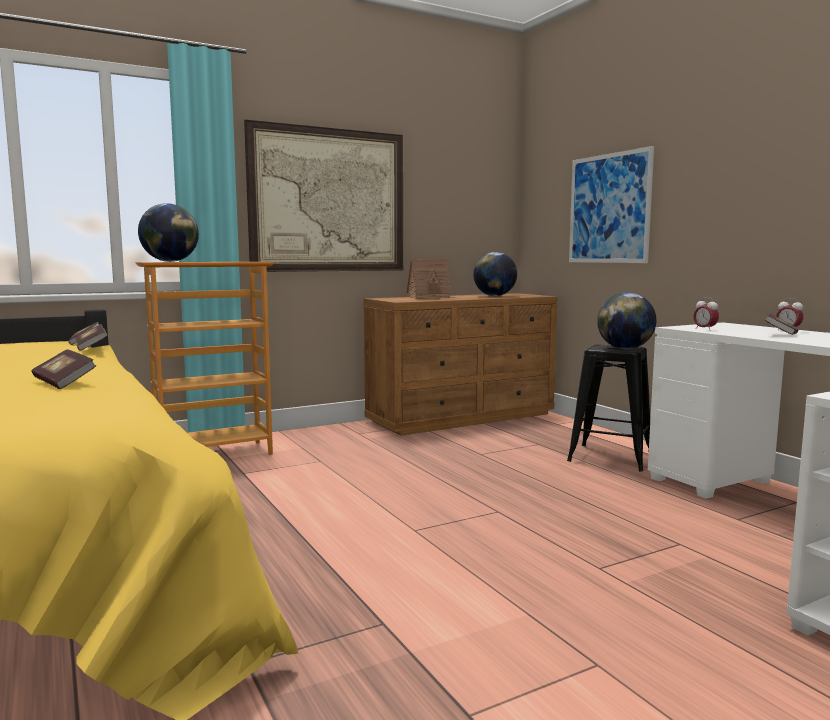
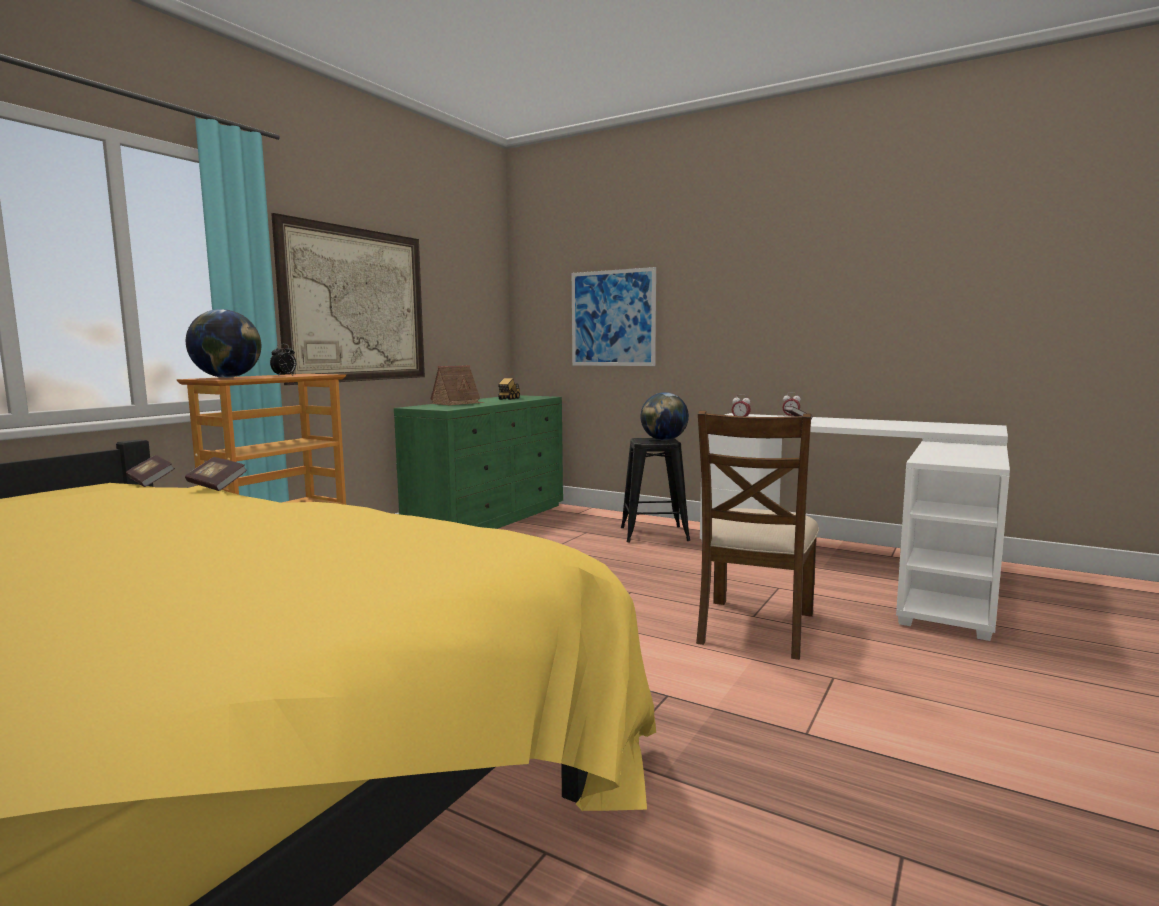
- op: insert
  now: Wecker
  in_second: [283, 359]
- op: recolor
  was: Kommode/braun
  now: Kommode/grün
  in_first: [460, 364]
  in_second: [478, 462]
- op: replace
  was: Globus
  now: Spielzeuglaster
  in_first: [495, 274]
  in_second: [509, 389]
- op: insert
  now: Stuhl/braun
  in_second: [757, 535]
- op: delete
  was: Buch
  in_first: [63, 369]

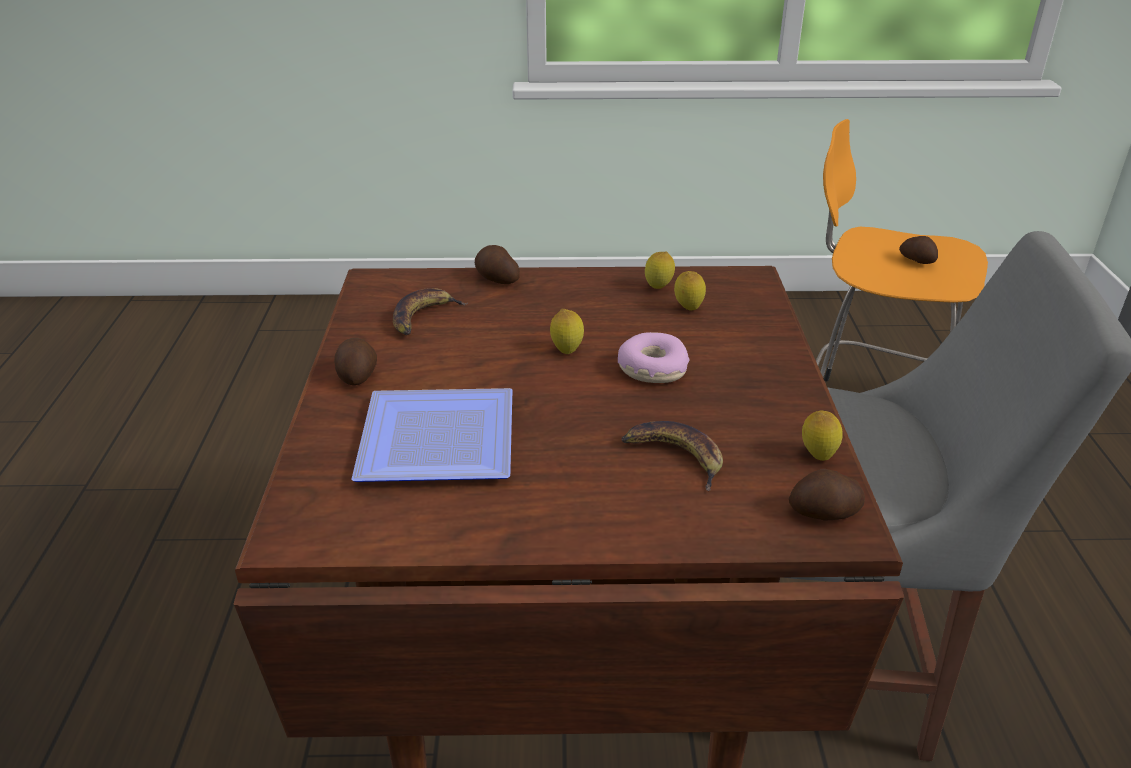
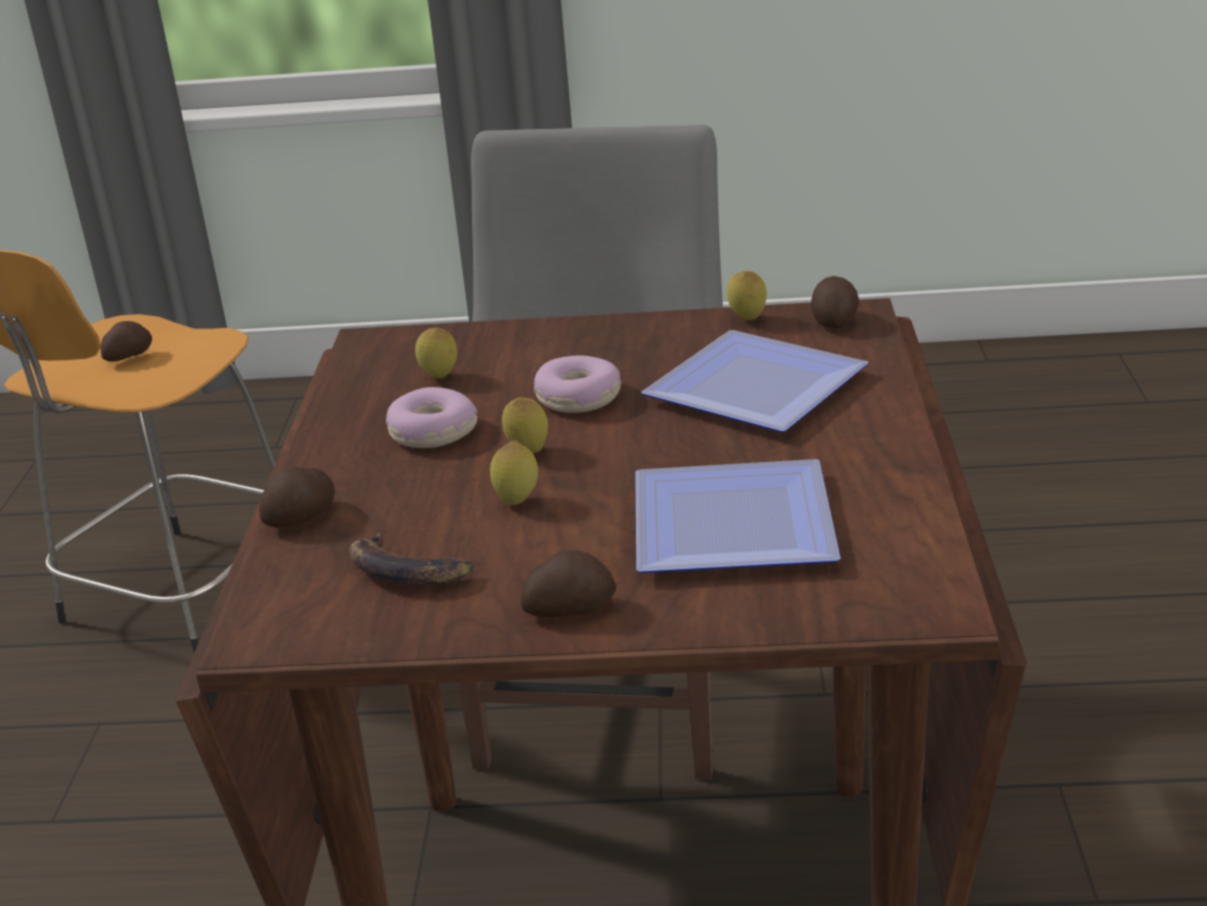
- op: insert
  now: Donut
  in_second: [432, 417]
- op: move
  was: Zitrone
  in_first: [660, 270]
  in_second: [514, 472]
- op: replace
  was: Banane
  now: Teller
  in_first: [672, 456]
  in_second: [755, 381]

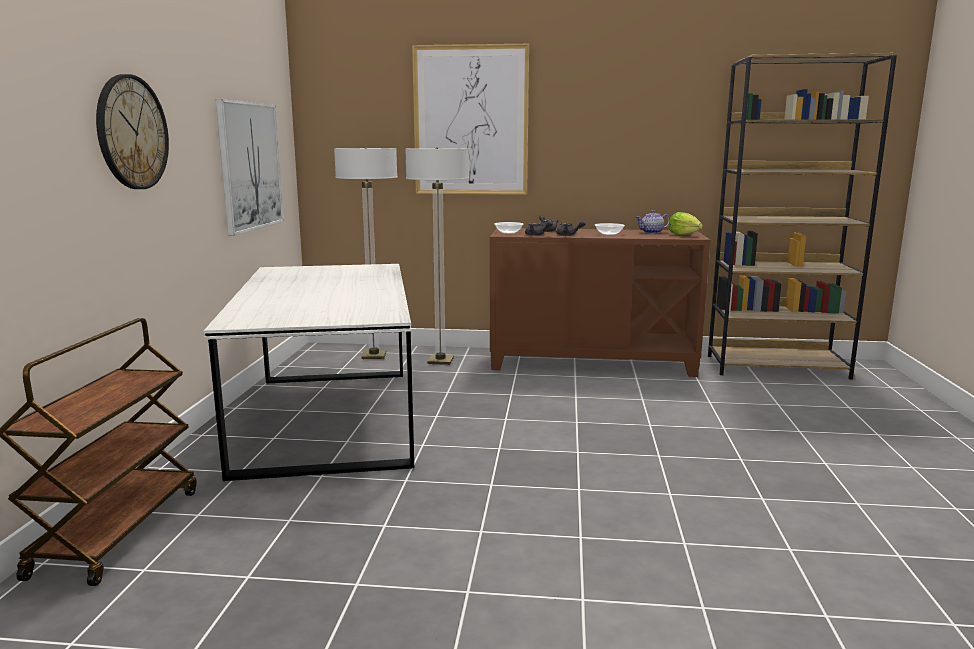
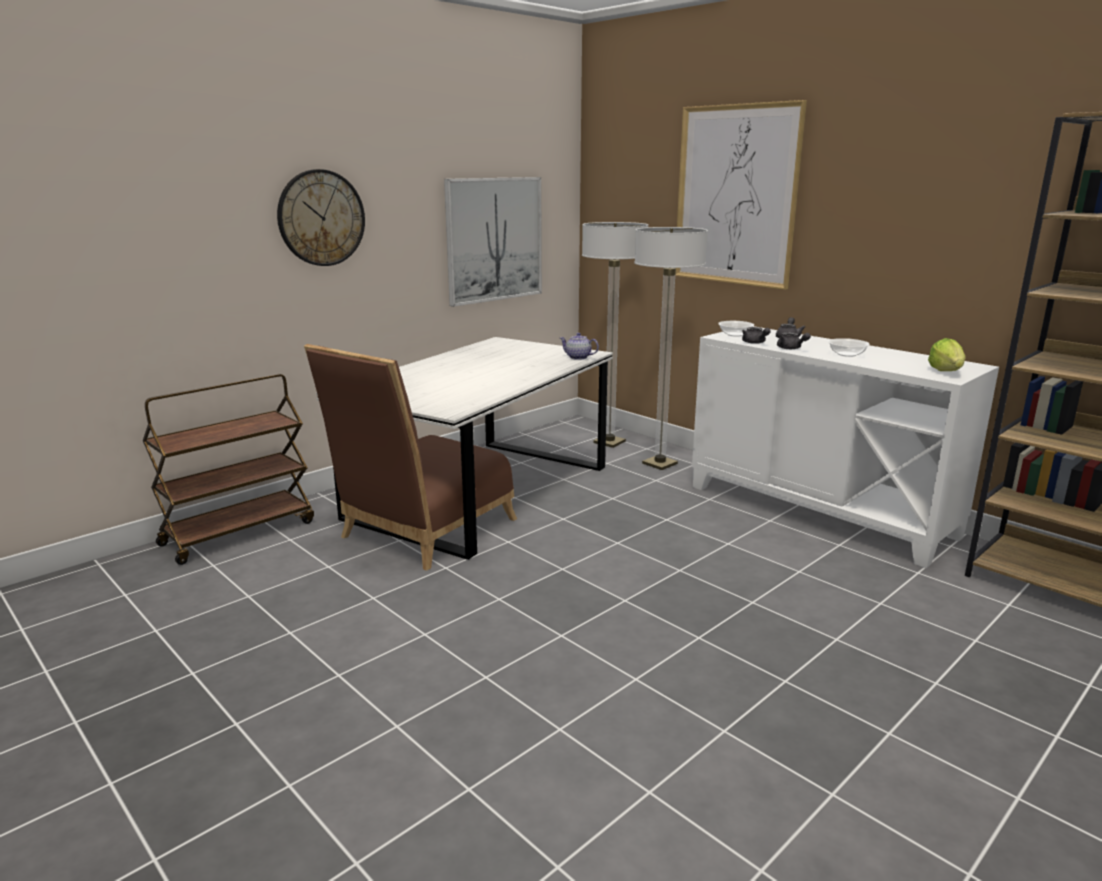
- op: insert
  now: Stuhl/braun
  in_second: [410, 457]
- op: move
  was: Teekanne
  in_first: [653, 222]
  in_second: [579, 346]
- op: recolor
  was: Schrank/braun
  now: Schrank/weiß
  in_first: [600, 302]
  in_second: [845, 447]

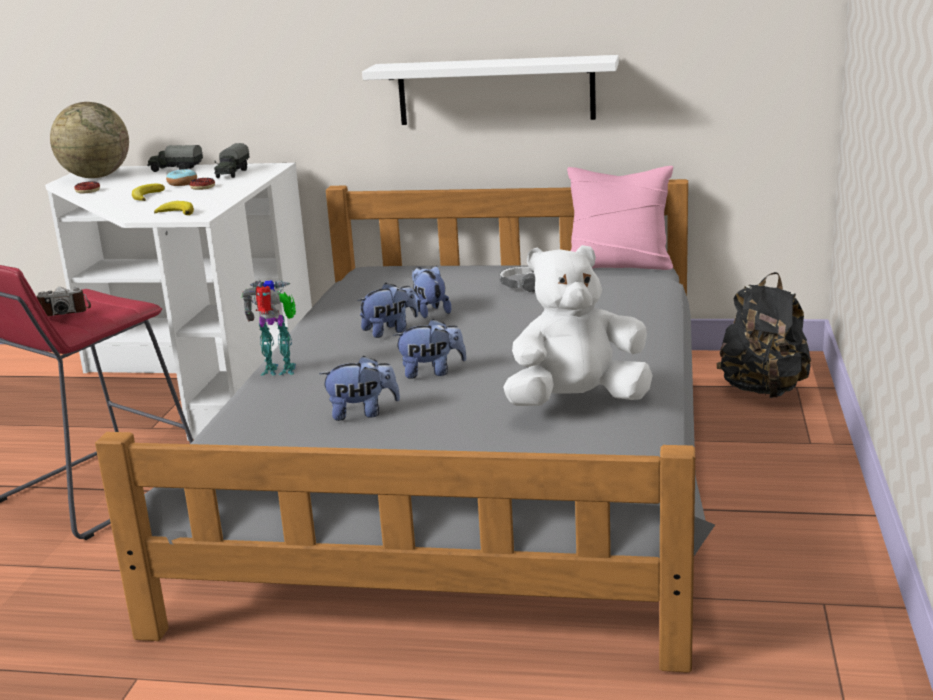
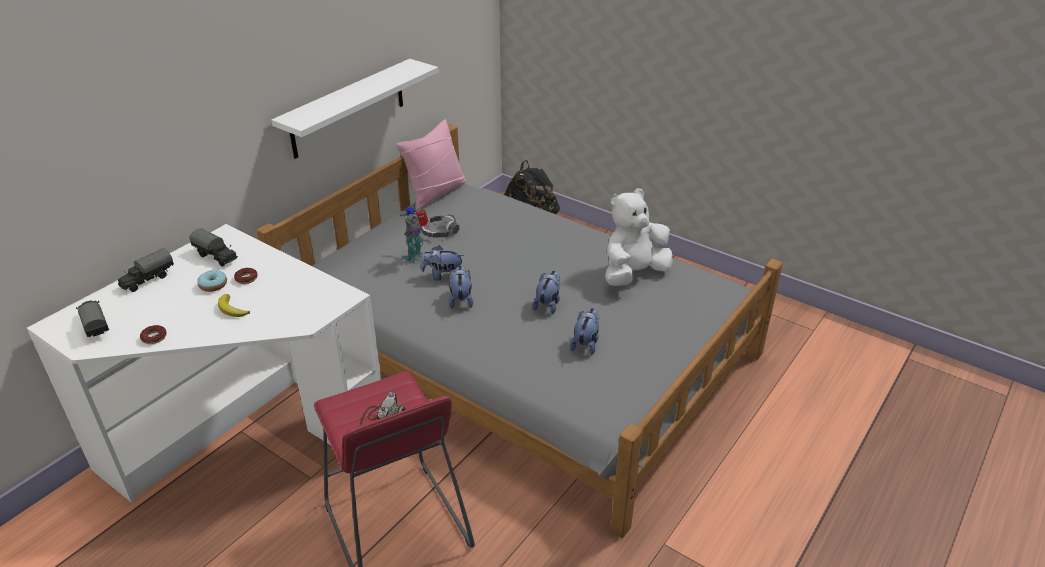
- op: replace
  was: Globus
  now: Spielzeuglaster
  in_first: [89, 140]
  in_second: [92, 319]
- op: move
  was: Spielzeugroboter
  in_first: [269, 328]
  in_second: [414, 234]
- op: rotate
  was: Plüschtier/weiß
  in_first: [578, 325]
  in_second: [639, 237]
  clockwise: 45
- op: delete
  was: Banane
  in_first: [174, 208]

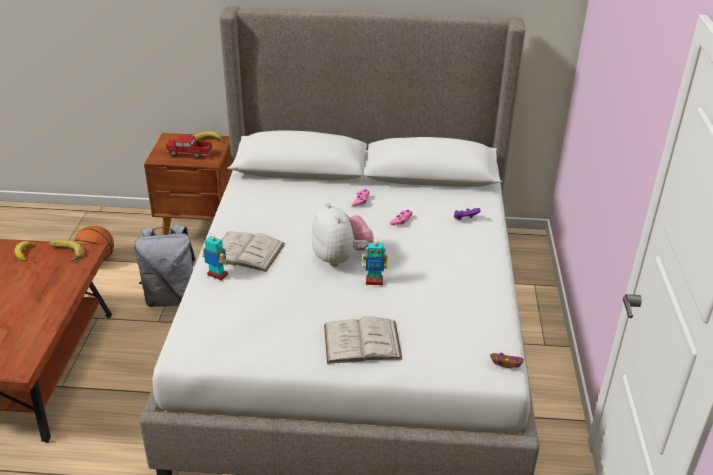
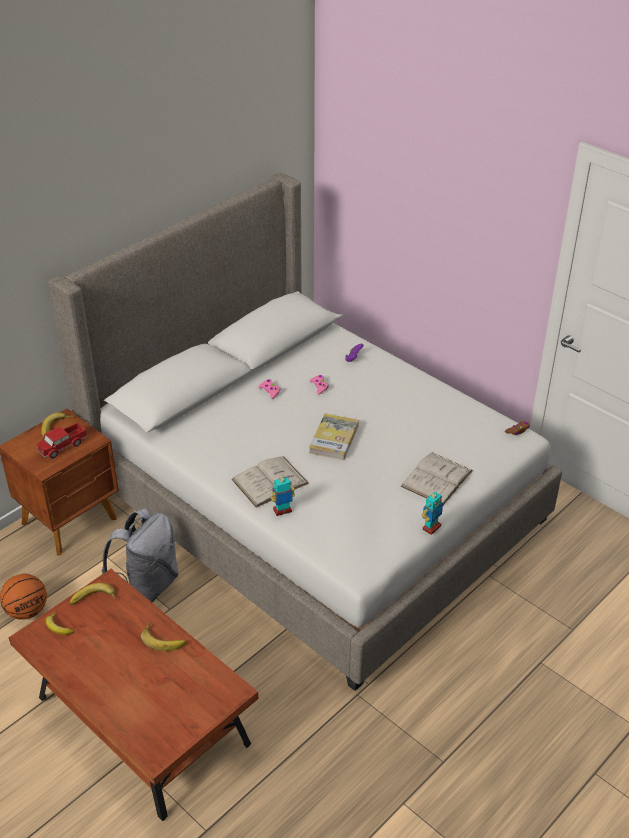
- op: insert
  now: Banane
  in_second: [163, 636]
- op: replace
  was: Plüschtier
  now: Buch
  in_first: [343, 234]
  in_second: [334, 436]
- op: move
  was: Spielzeugroboter
  in_first: [375, 261]
  in_second: [432, 513]

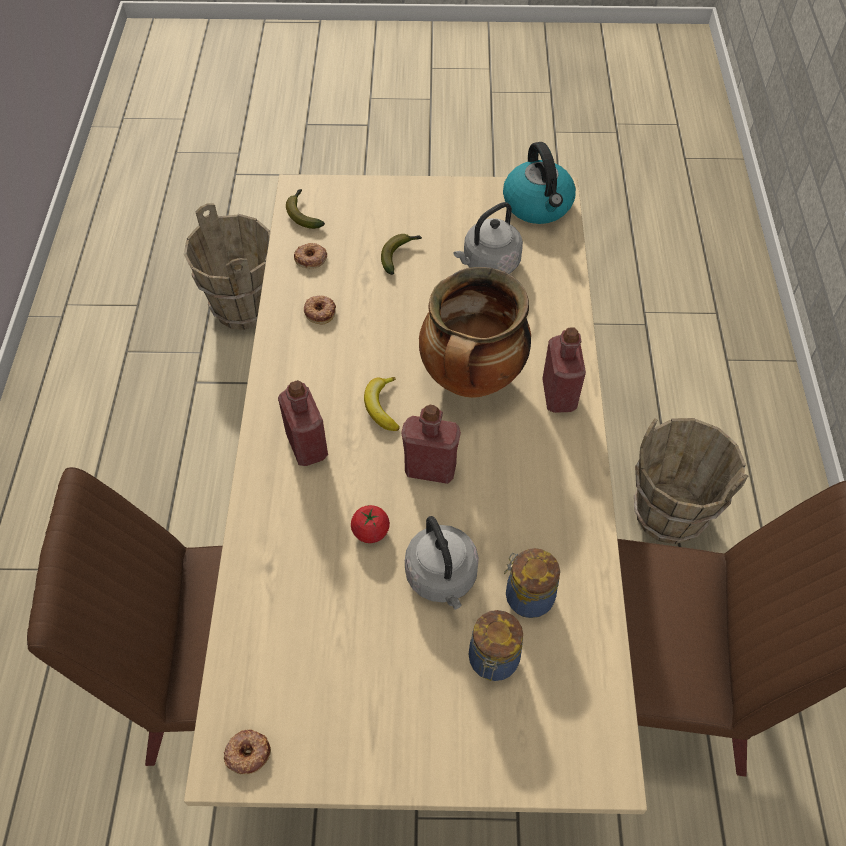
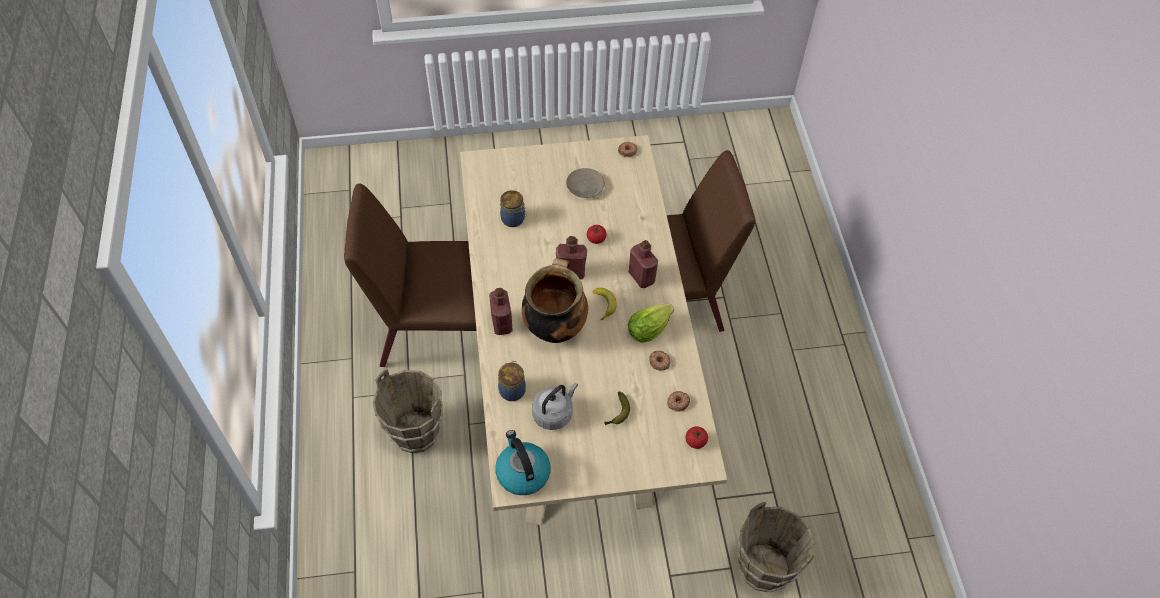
- op: move
  was: Vorratsglas
  in_first: [496, 645]
  in_second: [512, 381]
- op: insert
  now: Teller/beige
  in_second: [585, 183]
- op: insert
  now: Salatkopf
  in_second: [651, 323]
- op: replace
  was: Banane
  now: Tomate
  in_first: [305, 209]
  in_second: [697, 437]
- op: delete
  was: Wasserkessel/grau
  in_first: [442, 563]

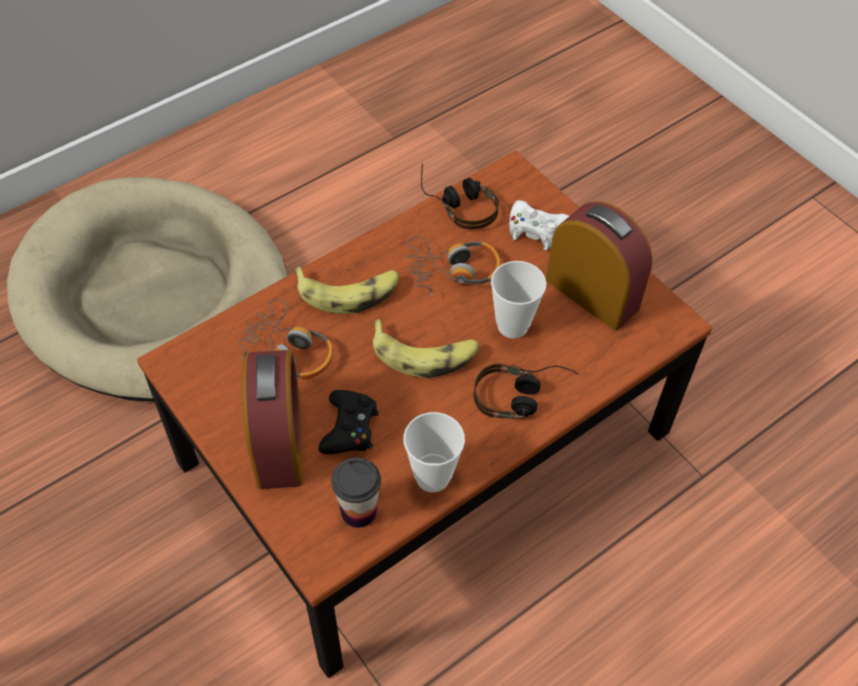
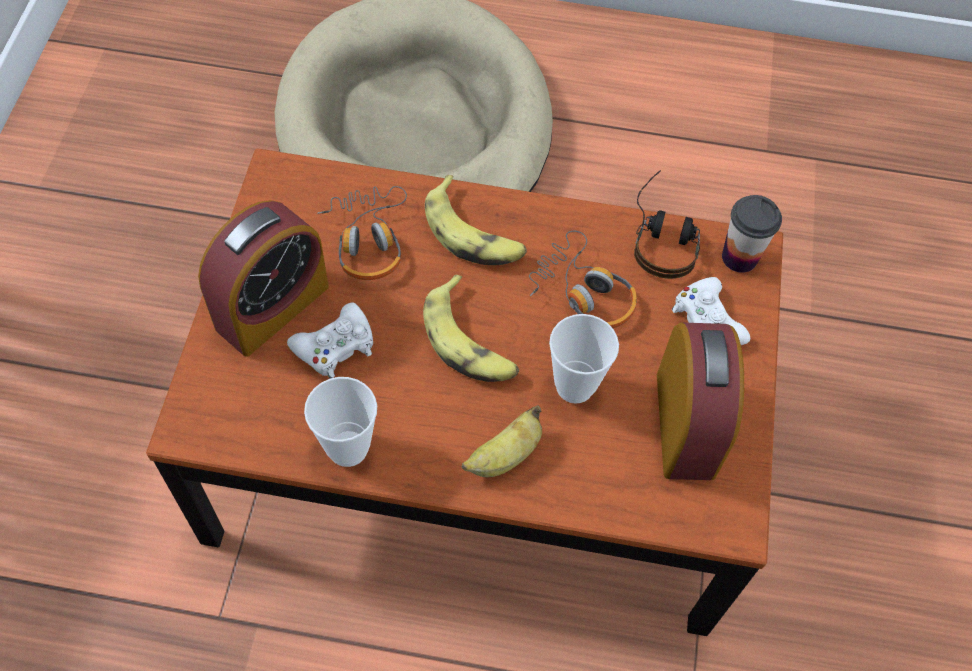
- op: recolor
  was: Gamepad/schwarz
  now: Gamepad/weiß
  in_first: [349, 422]
  in_second: [330, 341]
- op: replace
  was: Kopfhörer
  now: Banane
  in_first: [526, 391]
  in_second: [502, 441]
- op: move
  was: Tasse
  in_first: [356, 493]
  in_second: [752, 234]

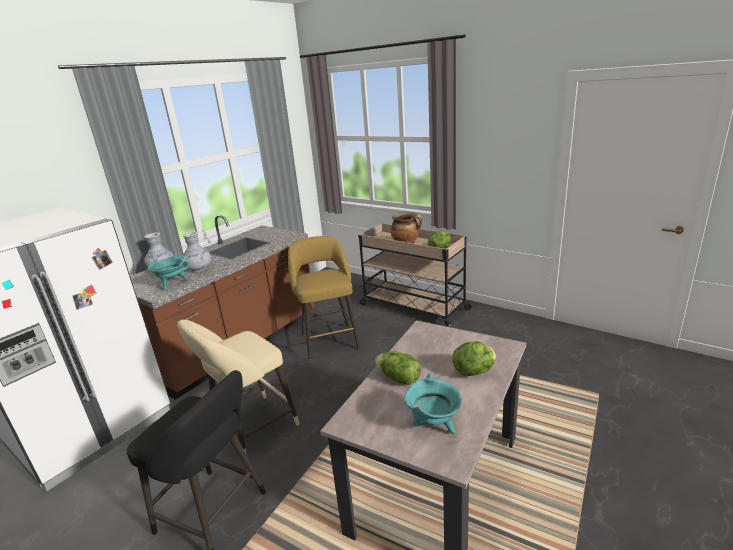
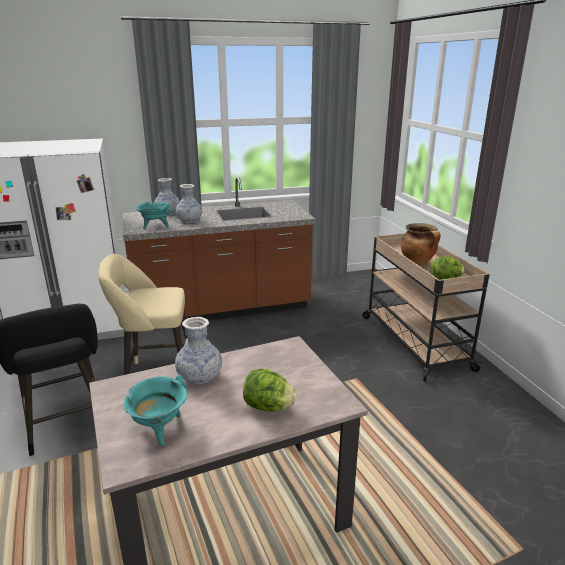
- op: replace
  was: Salatkopf
  now: Vase
  in_first: [398, 368]
  in_second: [198, 350]
- op: delete
  was: Hocker/gelb
  in_first: [324, 298]

